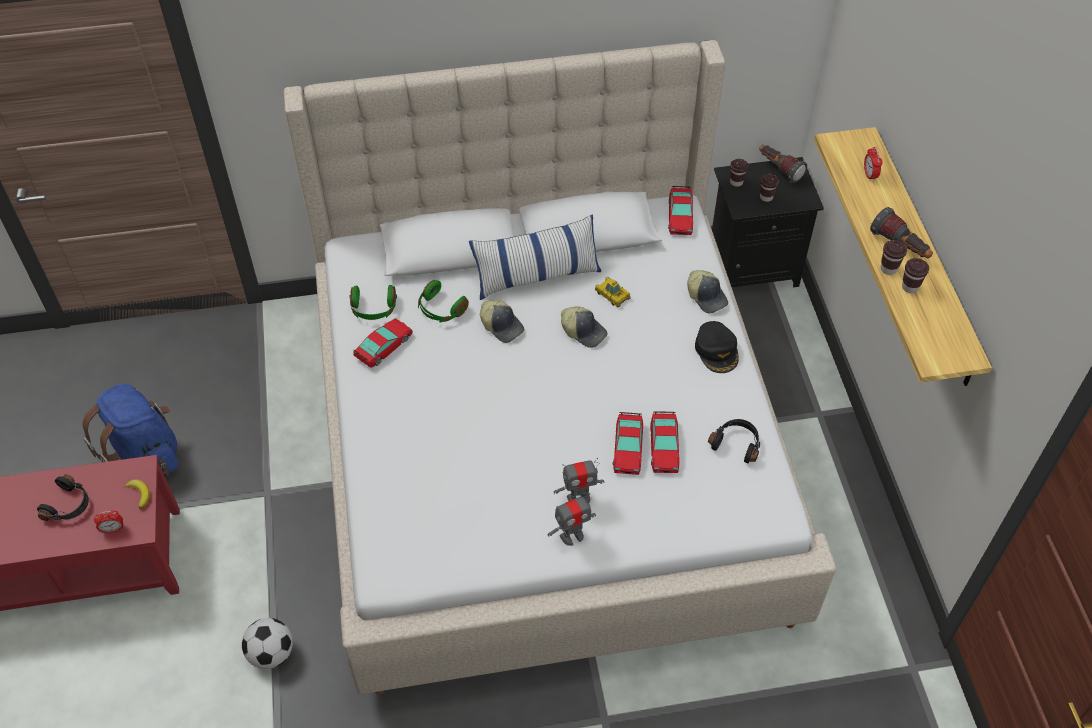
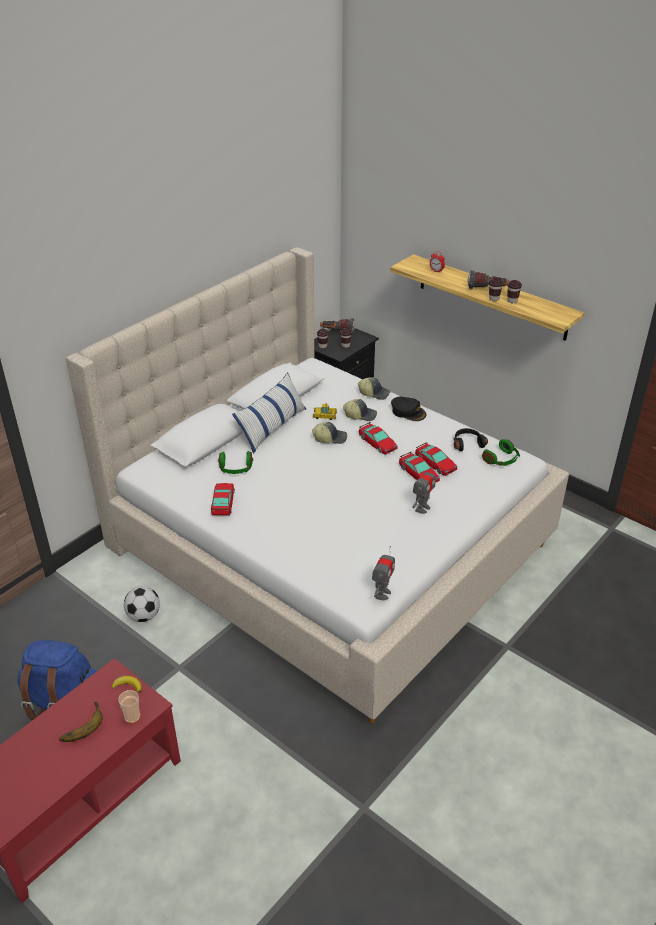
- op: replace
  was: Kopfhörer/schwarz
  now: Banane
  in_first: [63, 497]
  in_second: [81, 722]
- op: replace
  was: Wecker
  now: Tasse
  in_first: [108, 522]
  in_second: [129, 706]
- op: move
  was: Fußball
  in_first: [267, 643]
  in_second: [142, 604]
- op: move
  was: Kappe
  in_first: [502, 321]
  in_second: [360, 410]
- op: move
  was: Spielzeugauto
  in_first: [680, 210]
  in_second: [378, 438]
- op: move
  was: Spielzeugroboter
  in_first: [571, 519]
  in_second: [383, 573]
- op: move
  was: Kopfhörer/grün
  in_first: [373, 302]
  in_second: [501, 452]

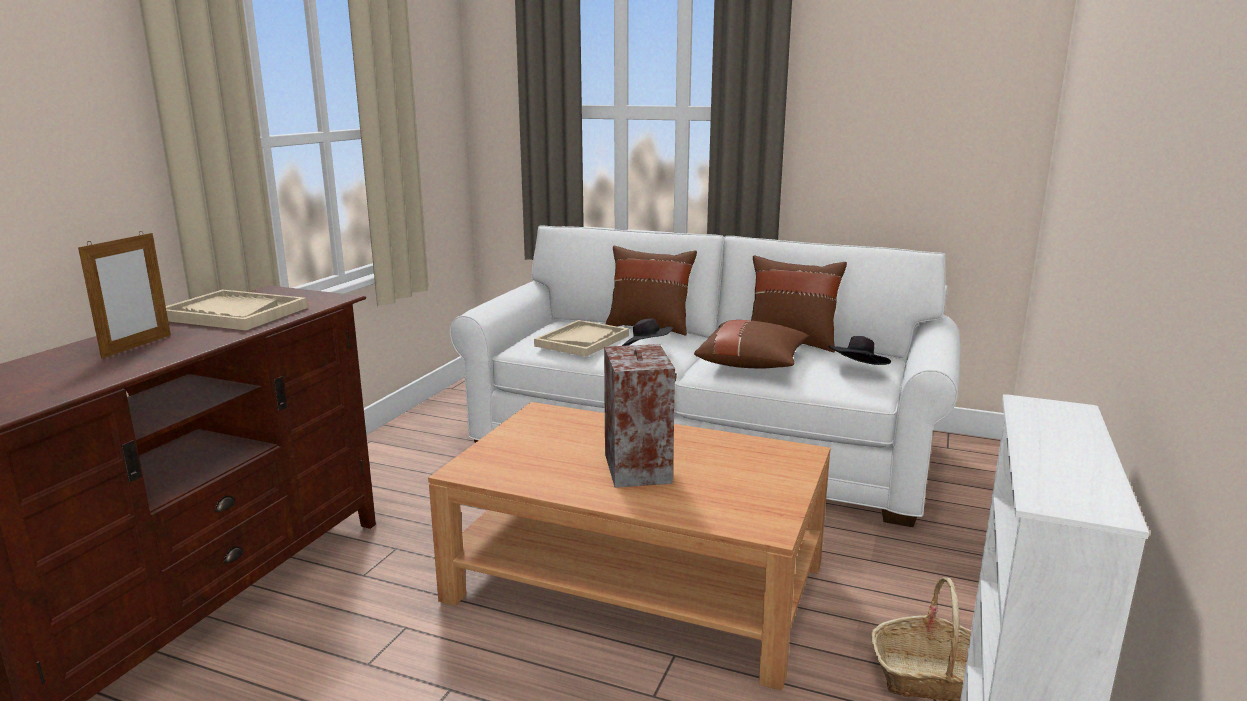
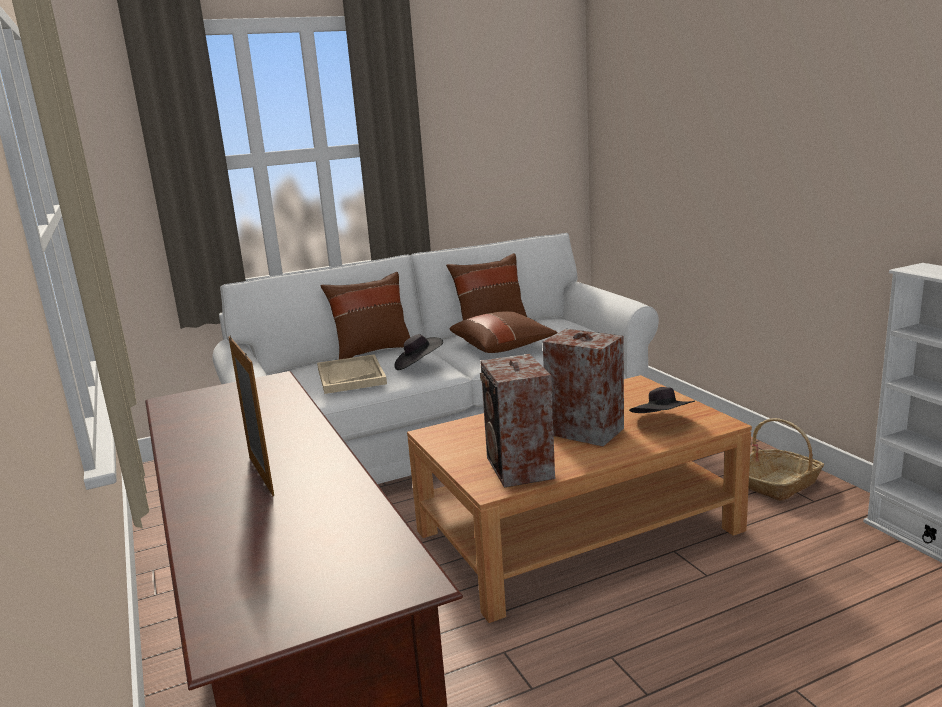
- op: insert
  now: Lautsprecher
  in_second: [517, 420]
- op: move
  was: Hut/schwarz
  in_first: [859, 350]
  in_second: [662, 400]
- op: delete
  was: Tablett/beige
  in_first: [236, 309]

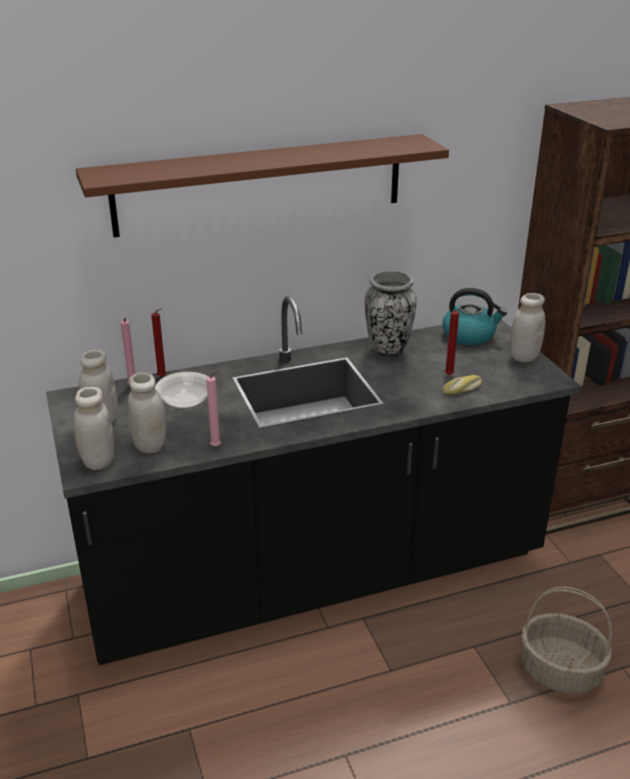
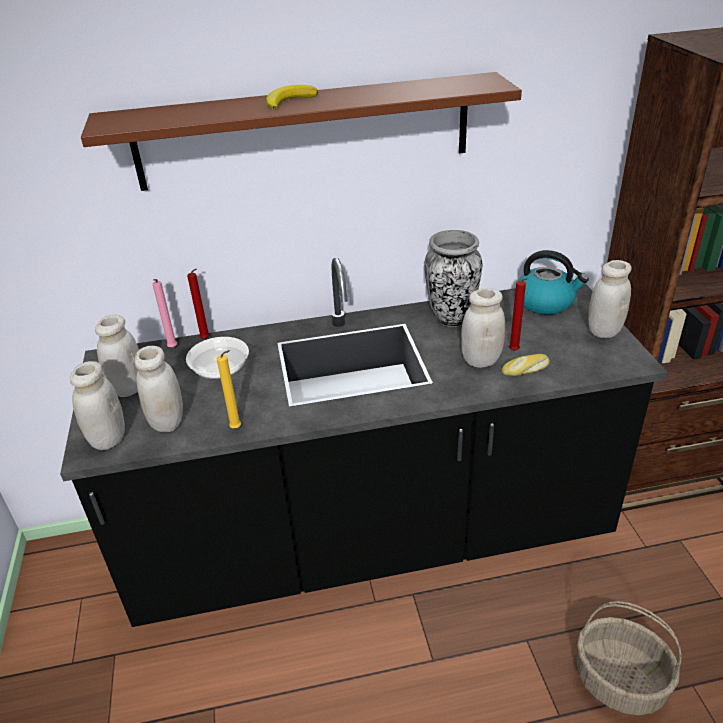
- op: recolor
  was: Kerze/rosa
  now: Kerze/gelb
  in_first: [213, 409]
  in_second: [229, 389]
- op: insert
  now: Banane
  in_second: [292, 97]
- op: insert
  now: Vorratsglas/weiß
  in_second: [483, 328]

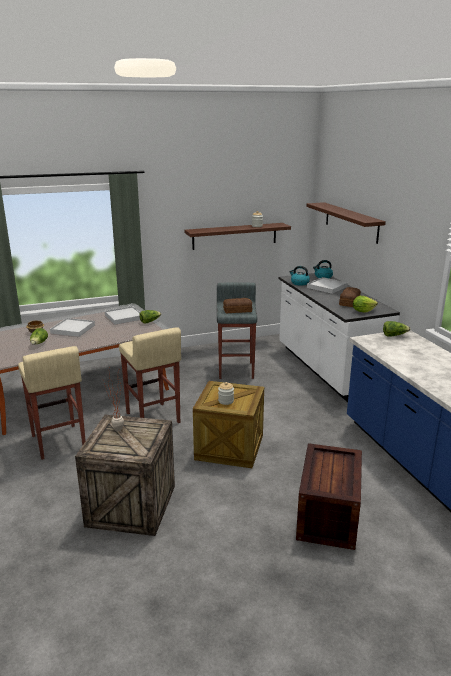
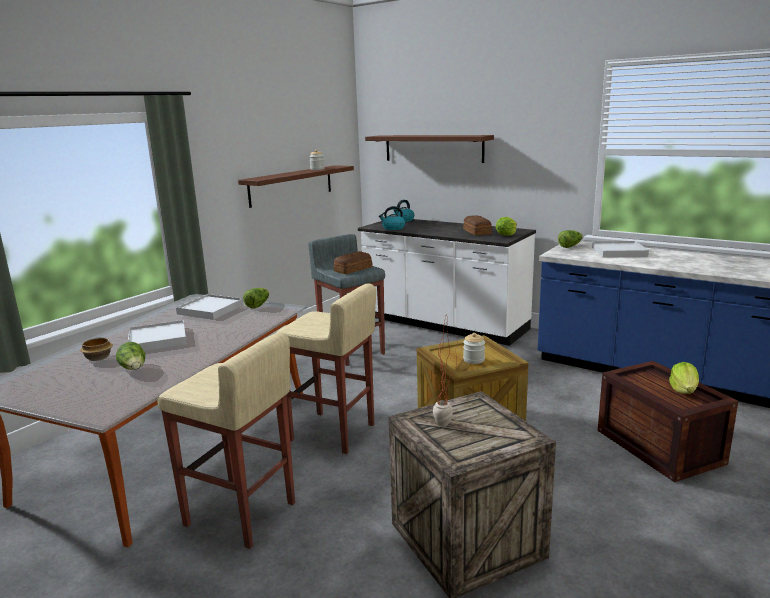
- op: move
  was: Tablett/weiß
  in_first: [327, 285]
  in_second: [620, 249]
- op: insert
  now: Salatkopf
  in_second: [684, 378]

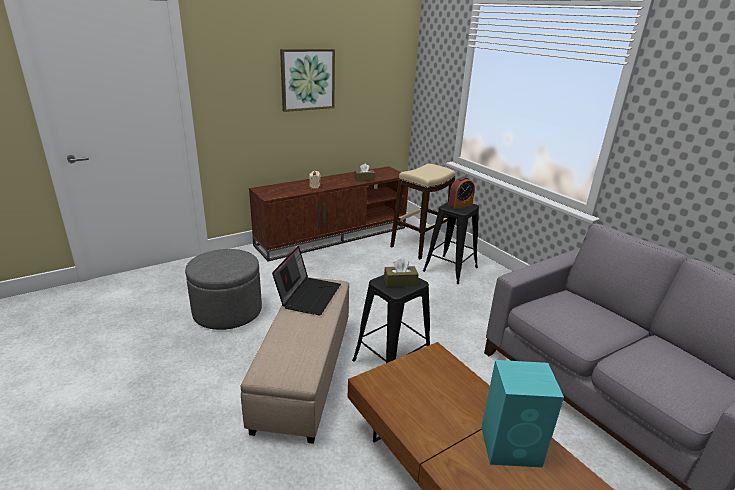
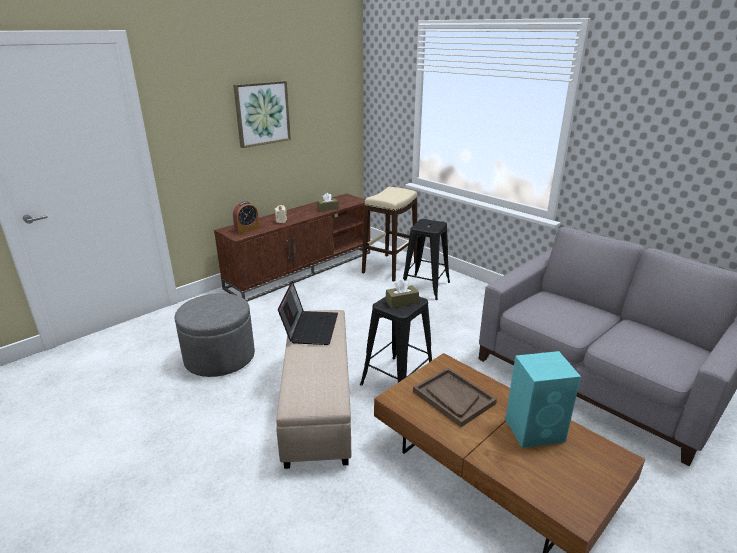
- op: move
  was: Wecker
  in_first: [461, 193]
  in_second: [246, 217]
- op: insert
  now: Tablett/braun
  in_second: [455, 397]

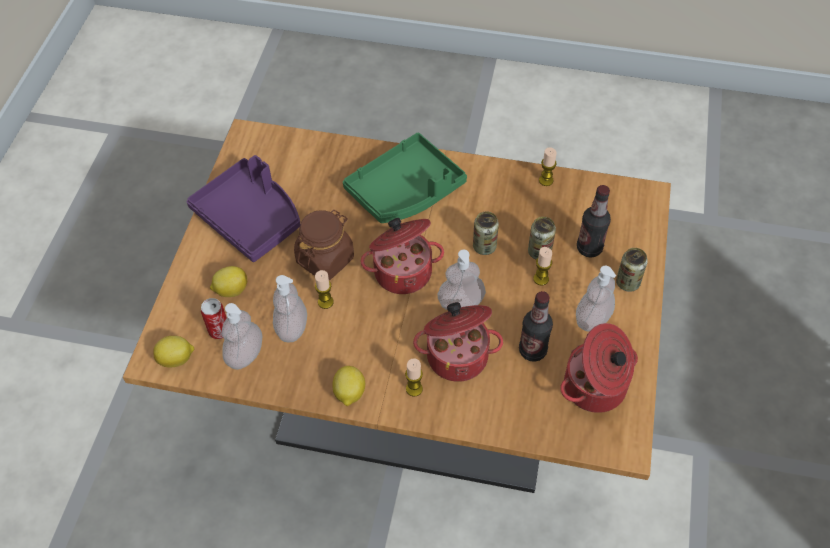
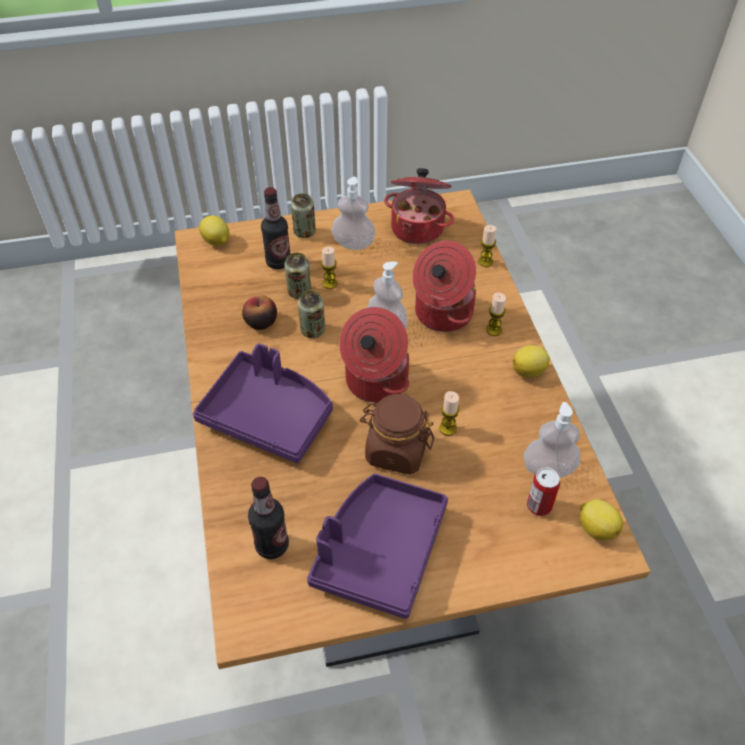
- op: recolor
  was: Tablett/grün
  now: Tablett/lila
  in_first: [405, 178]
  in_second: [263, 403]
- op: move
  was: Zitrone
  in_first: [228, 281]
  in_second: [214, 230]
- op: insert
  now: Apfel
  in_second: [259, 312]
- op: move
  was: Flasche
  in_first: [536, 326]
  in_second: [268, 518]
- op: move
  was: Kerze
  in_first: [548, 166]
  in_second: [487, 246]
- op: delete
  was: Seifenspender
  in_first: [290, 309]

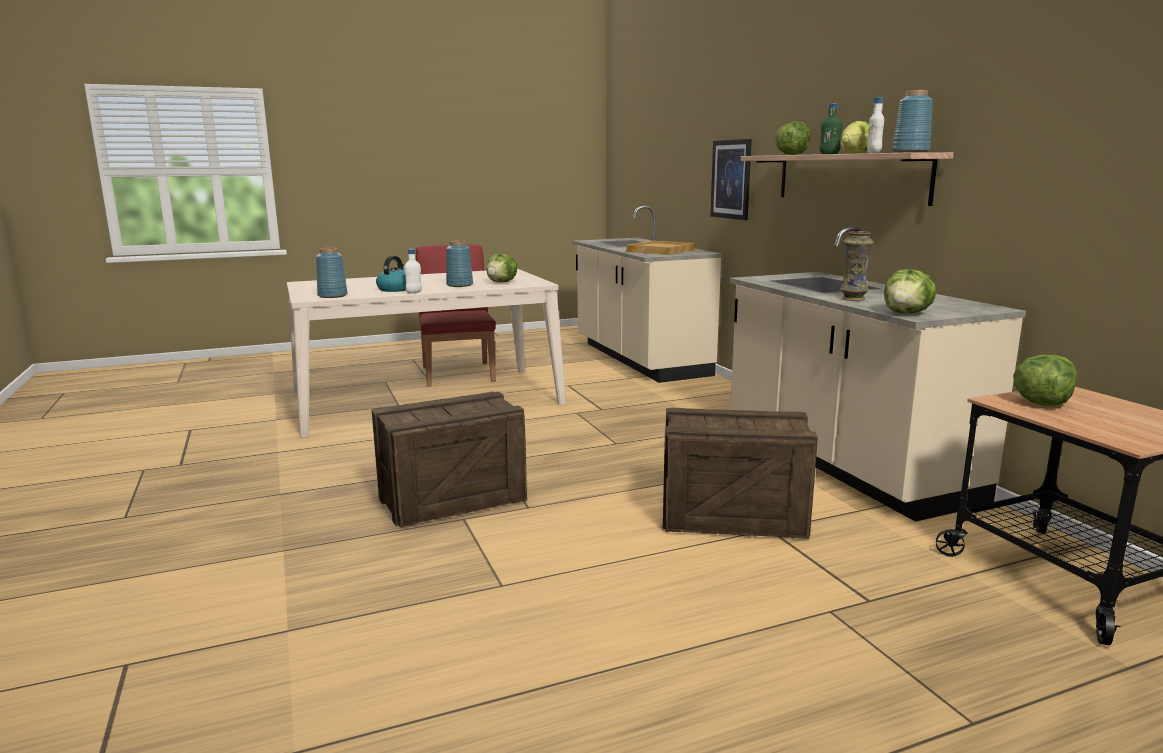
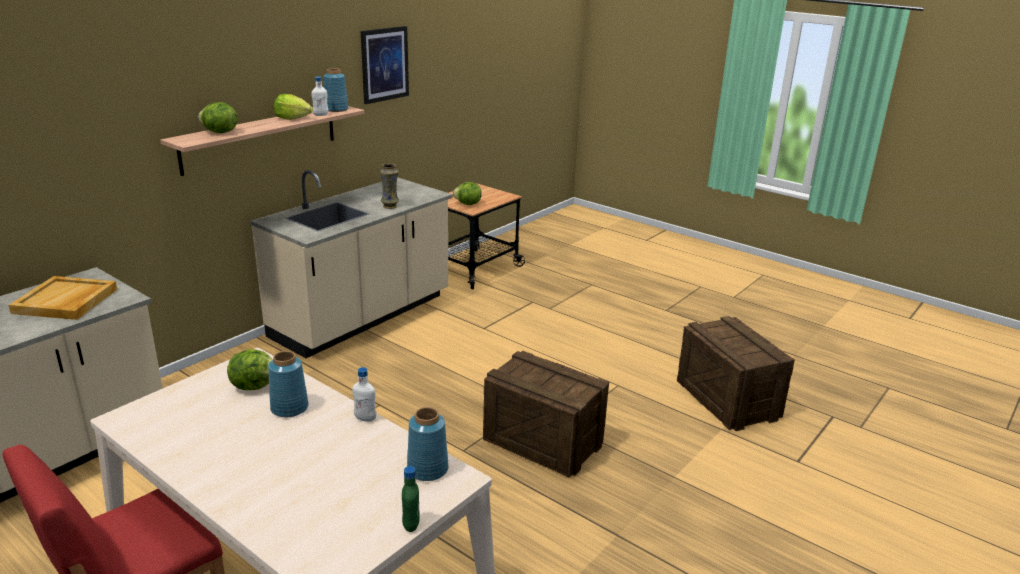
- op: move
  was: Bild
  in_first: [731, 179]
  in_second: [385, 65]
- op: move
  was: Flasche/grün
  in_first: [831, 128]
  in_second: [411, 499]
- op: move
  was: Kiste
  in_first: [740, 473]
  in_second: [736, 373]
- op: delete
  was: Wasserkessel
  in_first: [391, 274]
- op: delete
  was: Salatkopf
  in_first: [910, 291]

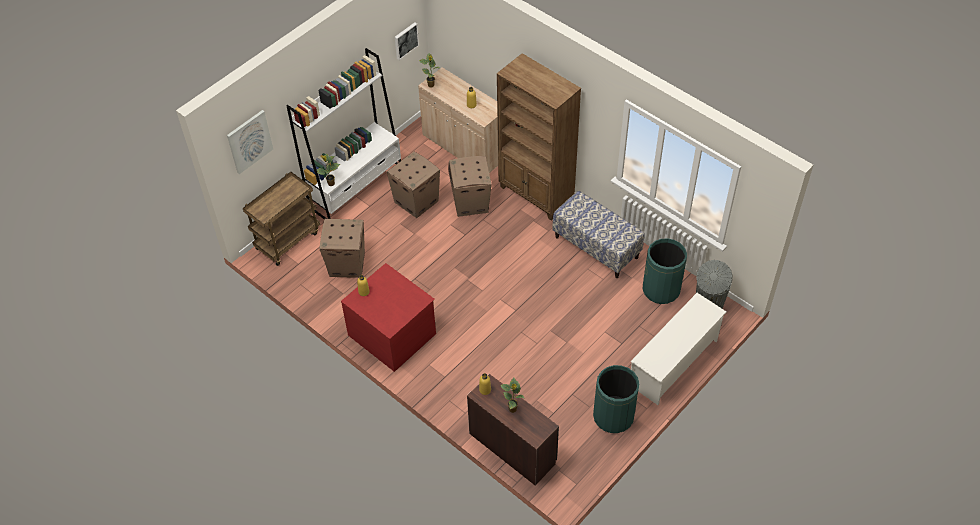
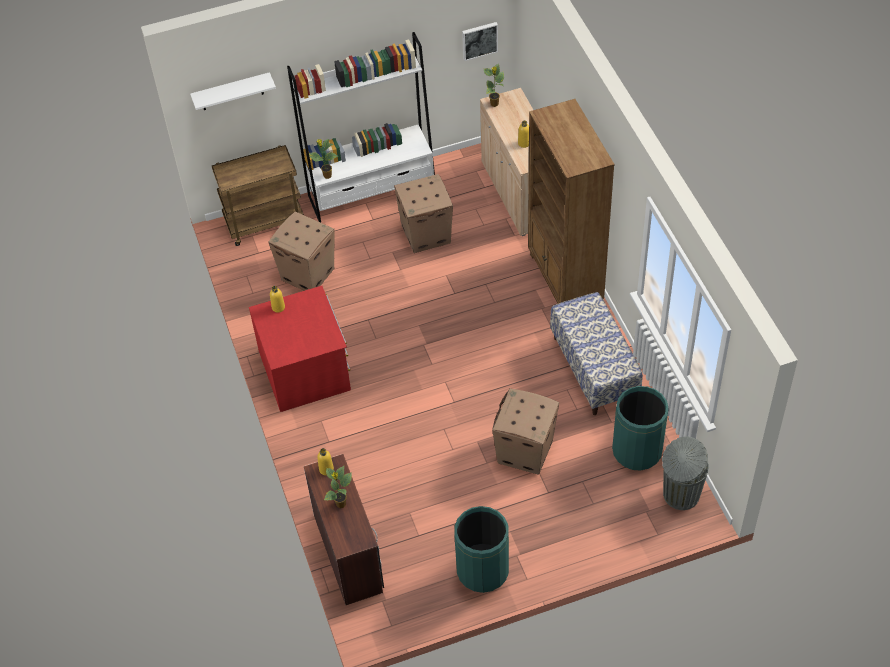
- op: replace
  was: Bild
  now: Wandregal/weiß
  in_first: [250, 142]
  in_second: [233, 91]
- op: move
  was: Karton
  in_first: [470, 186]
  in_second: [525, 431]
- op: delete
  was: Schuhregal/weiß
  in_first: [678, 349]

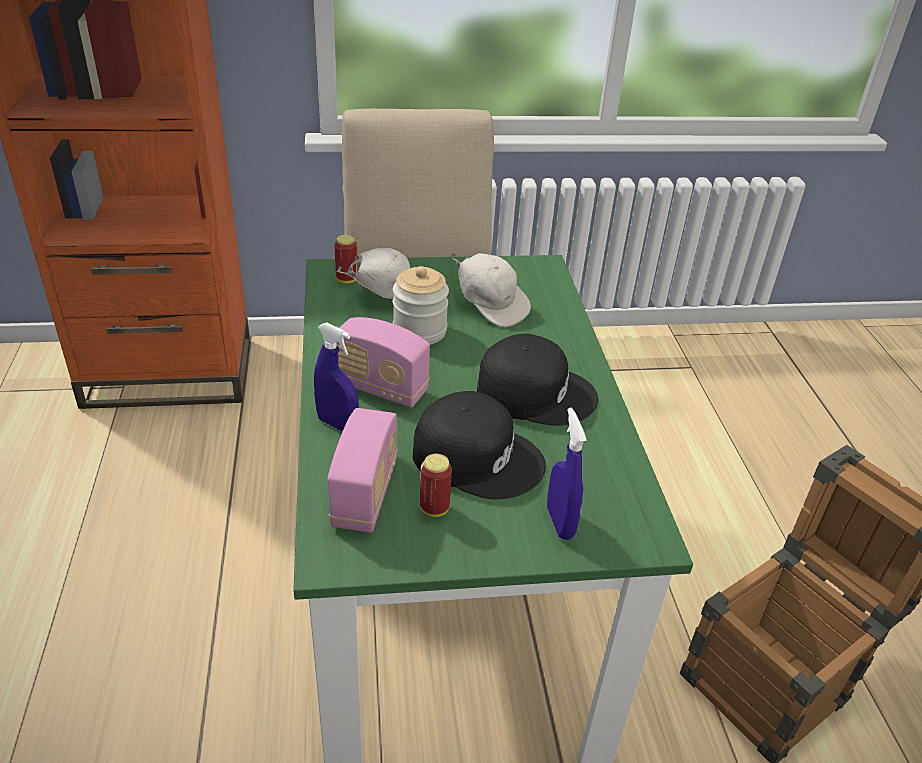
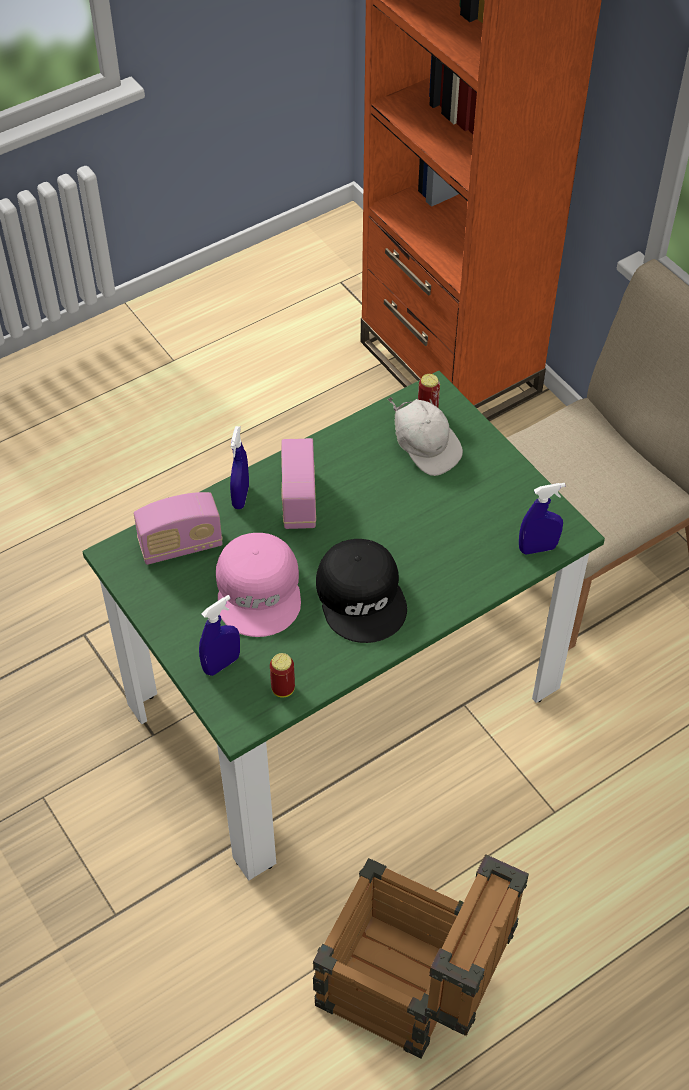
- op: recolor
  was: Kappe/schwarz
  now: Kappe/rosa
  in_first: [479, 445]
  in_second: [258, 585]
- op: move
  was: Dose
  in_first: [436, 485]
  in_second: [282, 675]
- op: insert
  now: Sprühflasche/blau
  in_second: [542, 518]
- op: delete
  was: Vorratsglas
  in_first: [421, 305]
- op: delete
  was: Kappe/weiß
  in_first: [490, 290]

